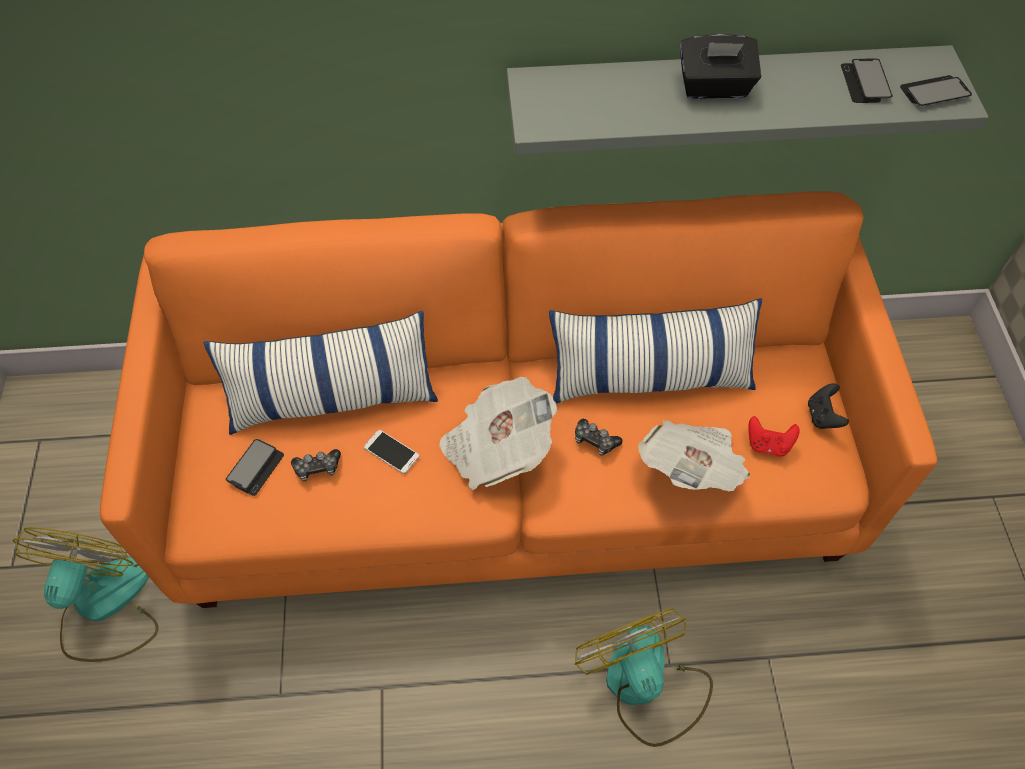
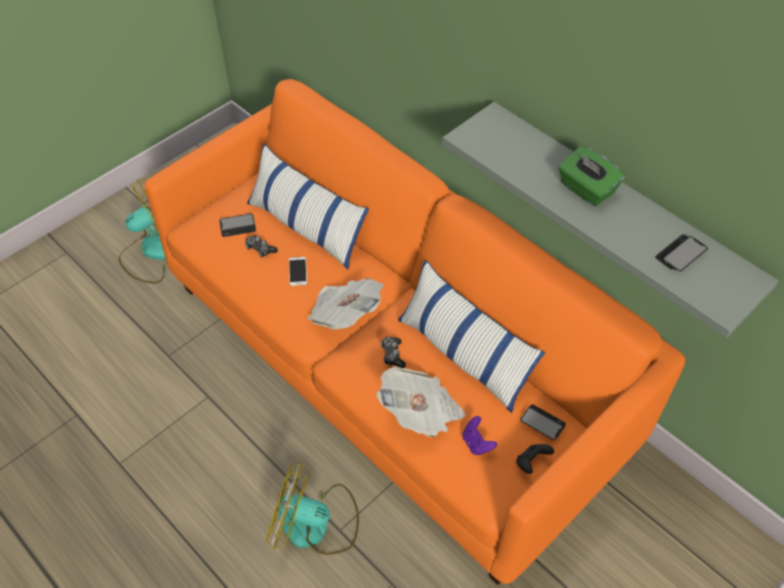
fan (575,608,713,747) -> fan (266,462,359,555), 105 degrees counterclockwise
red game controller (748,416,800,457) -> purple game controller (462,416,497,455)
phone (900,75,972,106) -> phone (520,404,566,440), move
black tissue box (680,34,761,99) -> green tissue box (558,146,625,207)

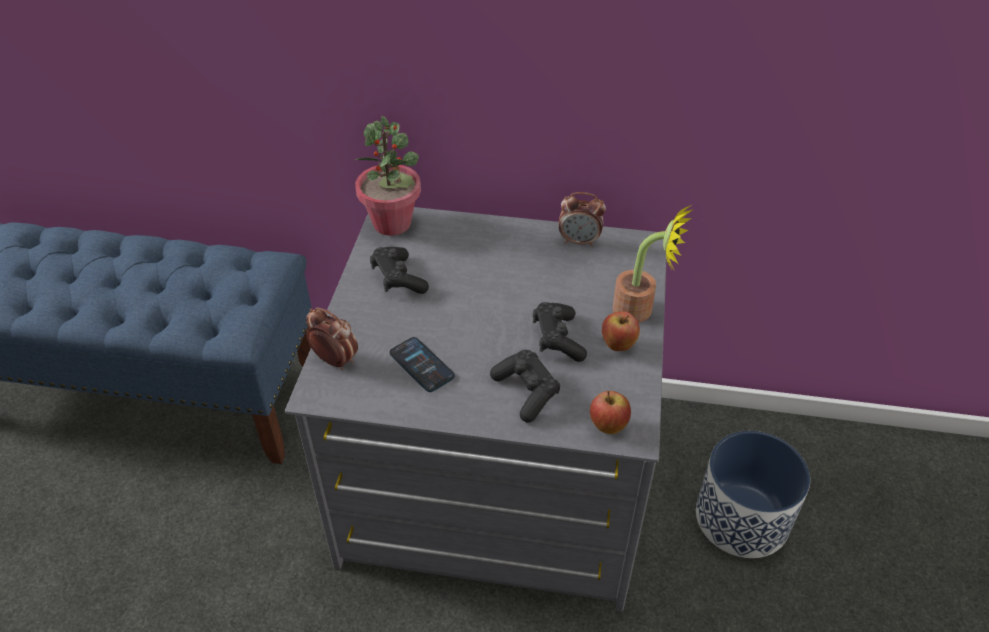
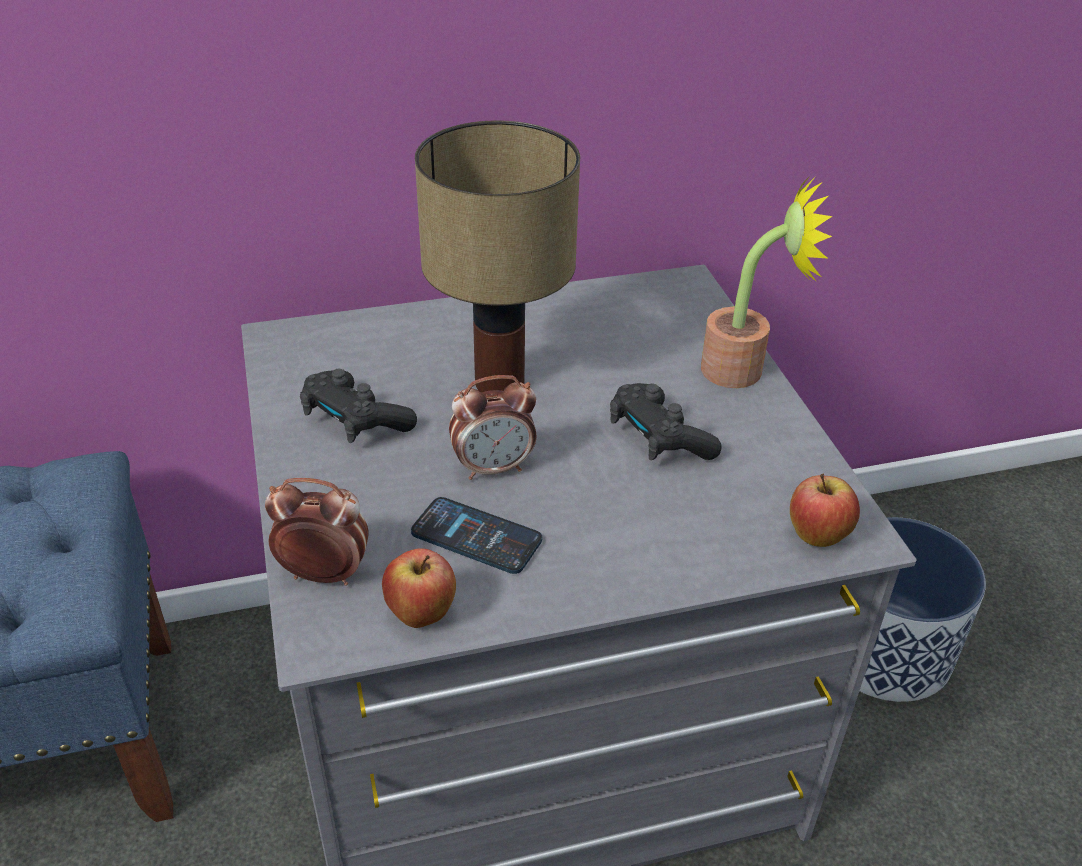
apple (602,311,640,351) -> apple (382,548,456,628), move
none -> table lamp (415,120,580,393)
alarm clock (559,192,606,247) -> alarm clock (449,375,536,480), move
potted plant (355,116,421,236) -> none
black game controller (490,350,560,423) -> none

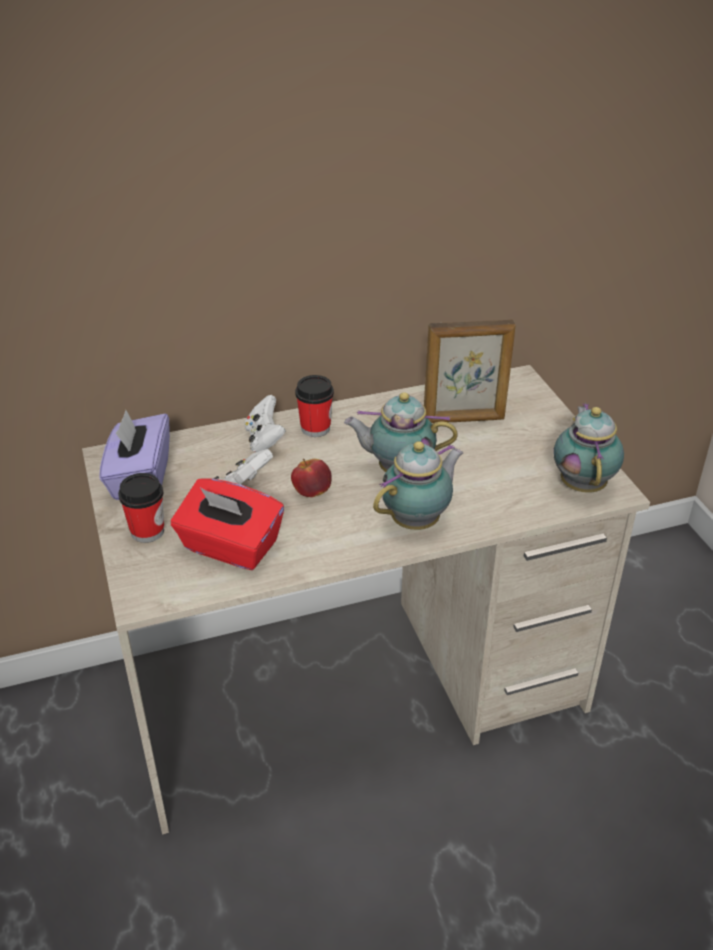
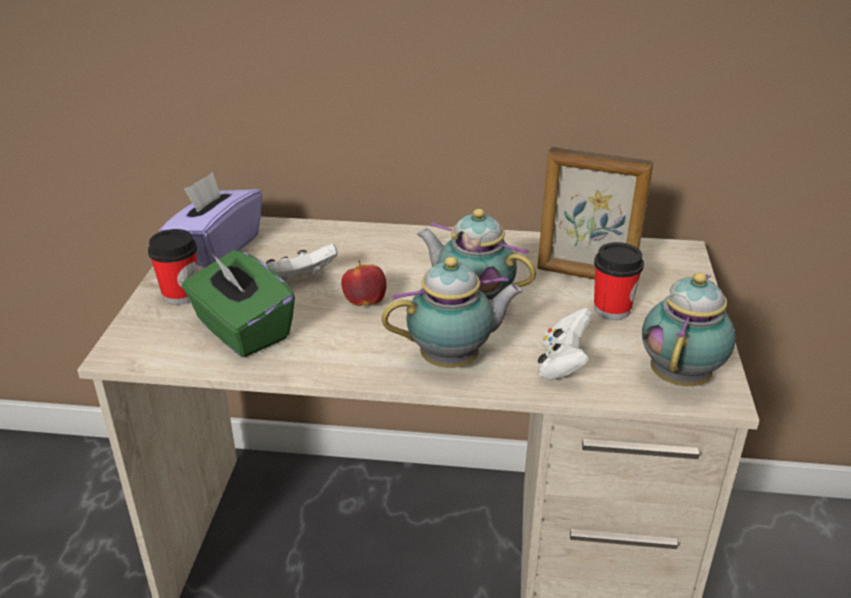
red tissue box (171,479,284,570) -> green tissue box (182,250,295,357)
white game controller (245,395,286,452) -> white game controller (538,308,592,380), move
cup (295,375,334,437) -> cup (594,242,644,320), move

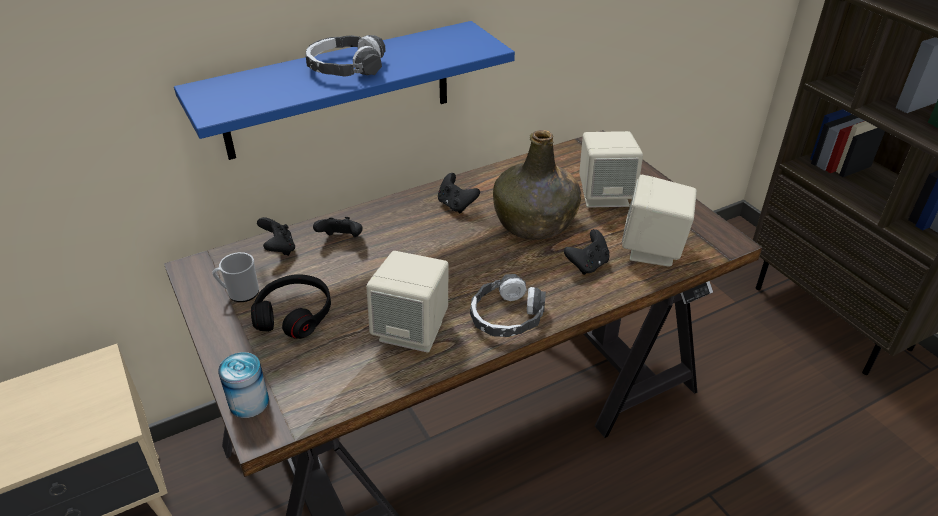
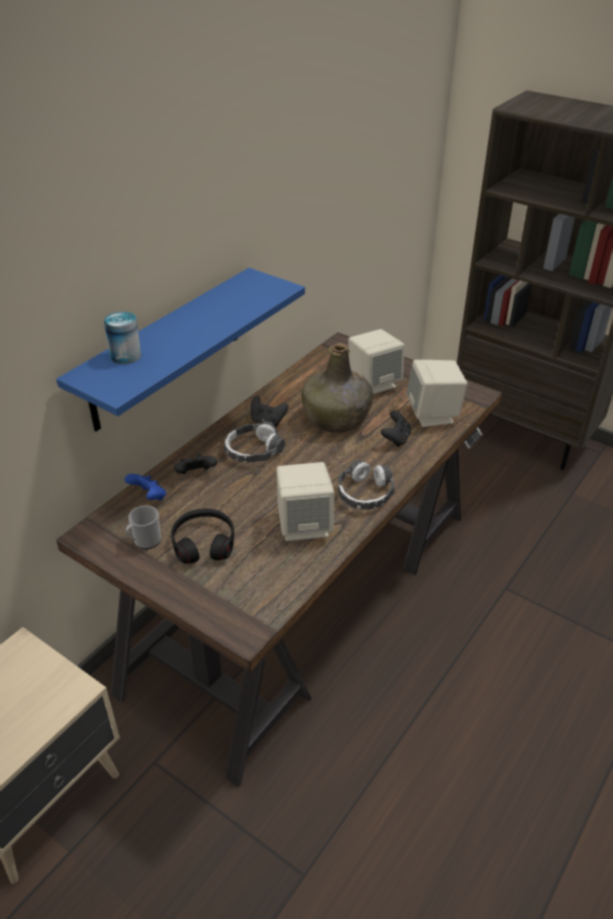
can (218,352,269,418) -> can (104,311,142,364), move
black game controller (257,217,295,256) -> blue game controller (124,474,166,501)
headphones (306,35,386,77) -> headphones (224,421,285,462), move

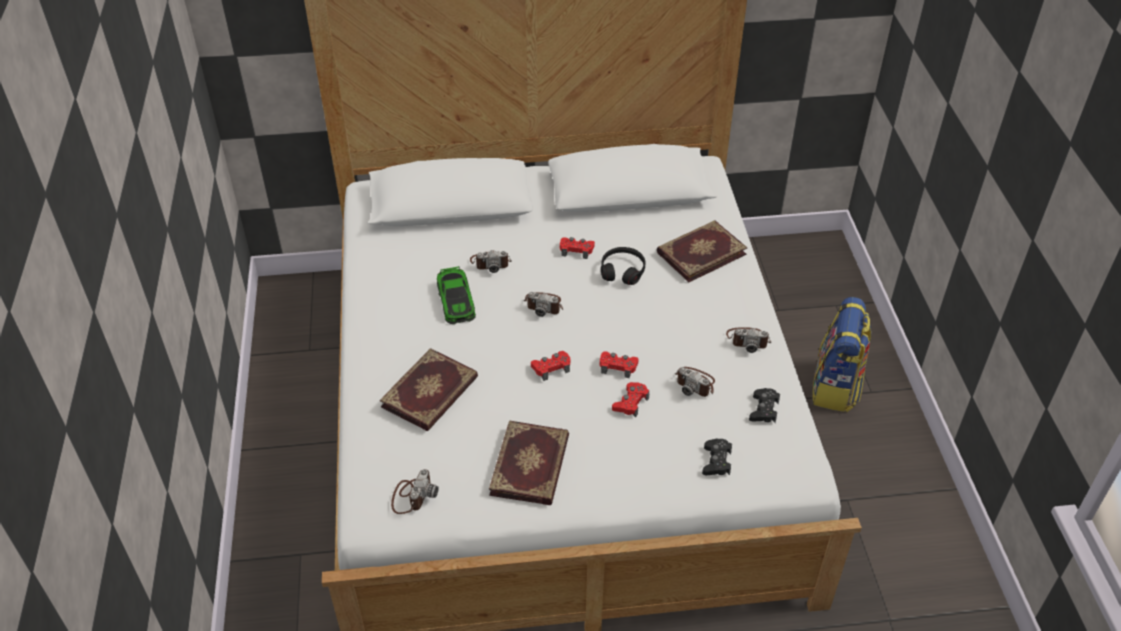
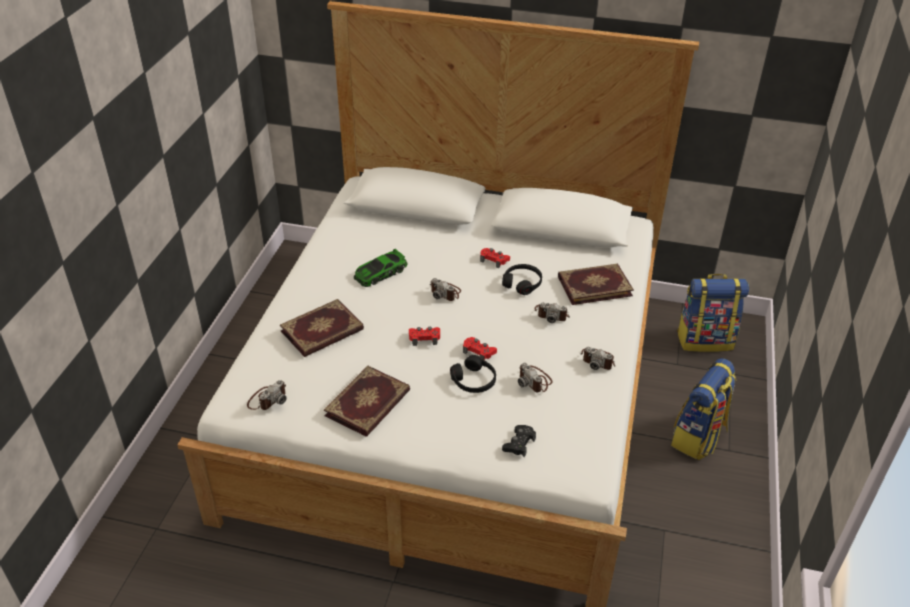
toy car (437,267,476,324) -> toy car (354,249,408,287), 45 degrees clockwise
red game controller (612,382,649,418) -> black headphones (450,355,496,393)
photo camera (470,250,512,273) -> photo camera (535,302,570,323), move
none -> backpack (677,274,749,352)
black game controller (749,388,780,423) -> none

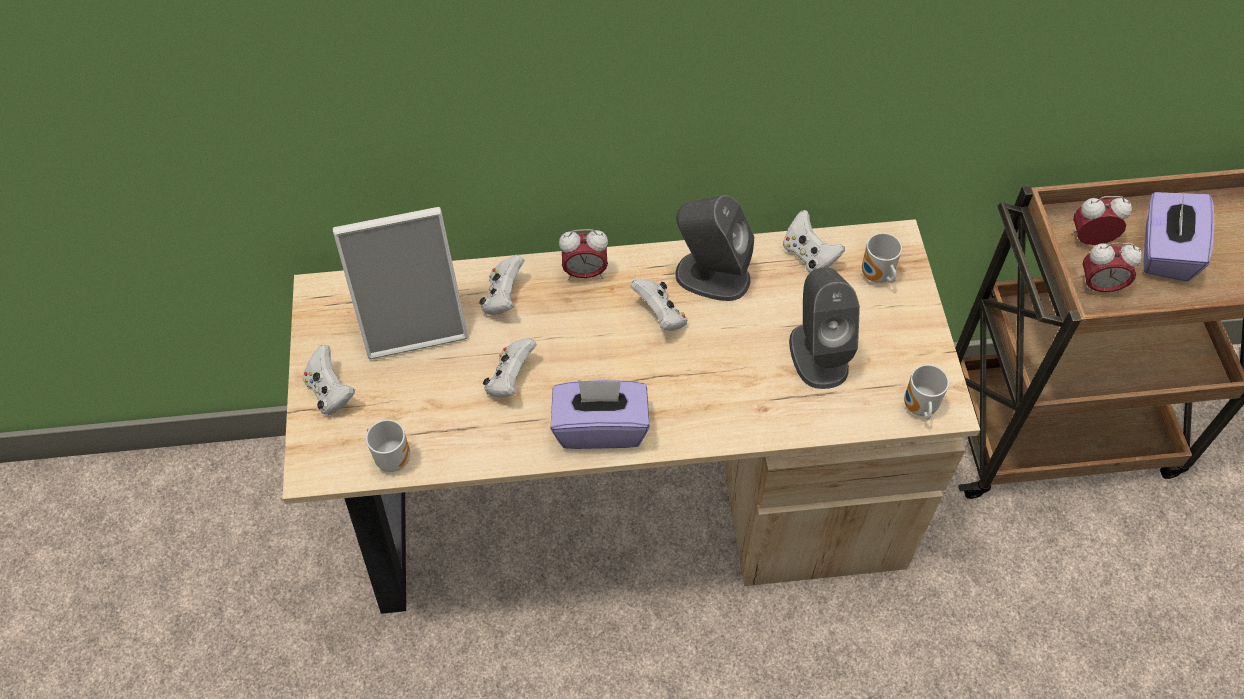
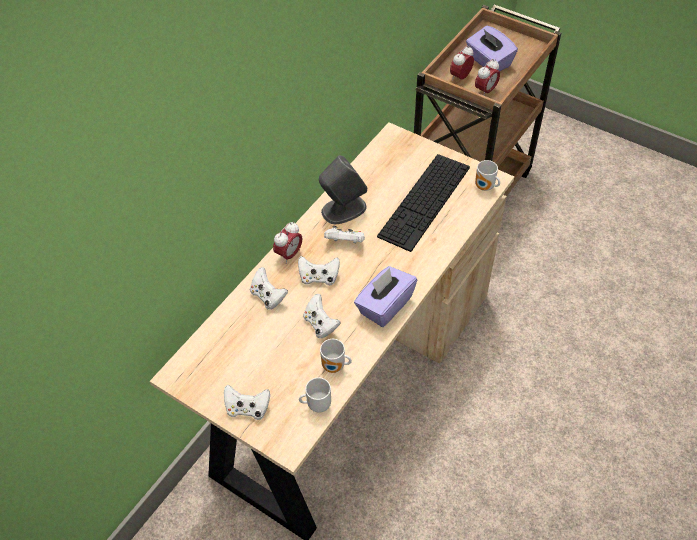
white game controller (783,210,845,273) -> white game controller (298,256,340,286), move
mug (862,233,902,283) -> mug (320,339,352,373), move
grey speaker (789,268,860,389) -> keyboard (377,154,470,252)
picture frame (333,207,468,359) -> none

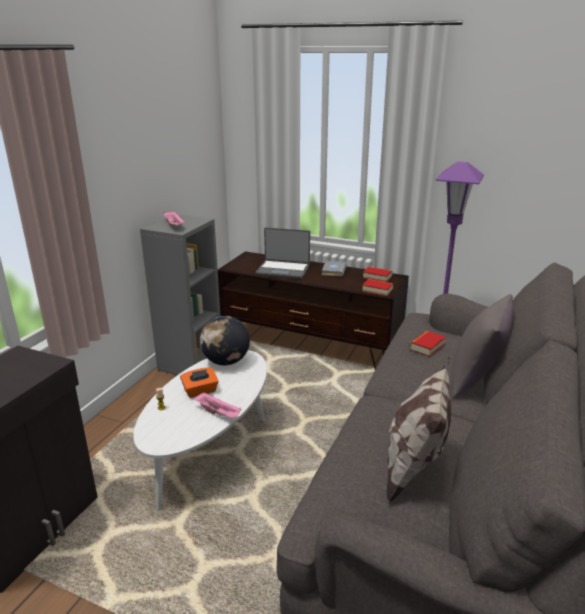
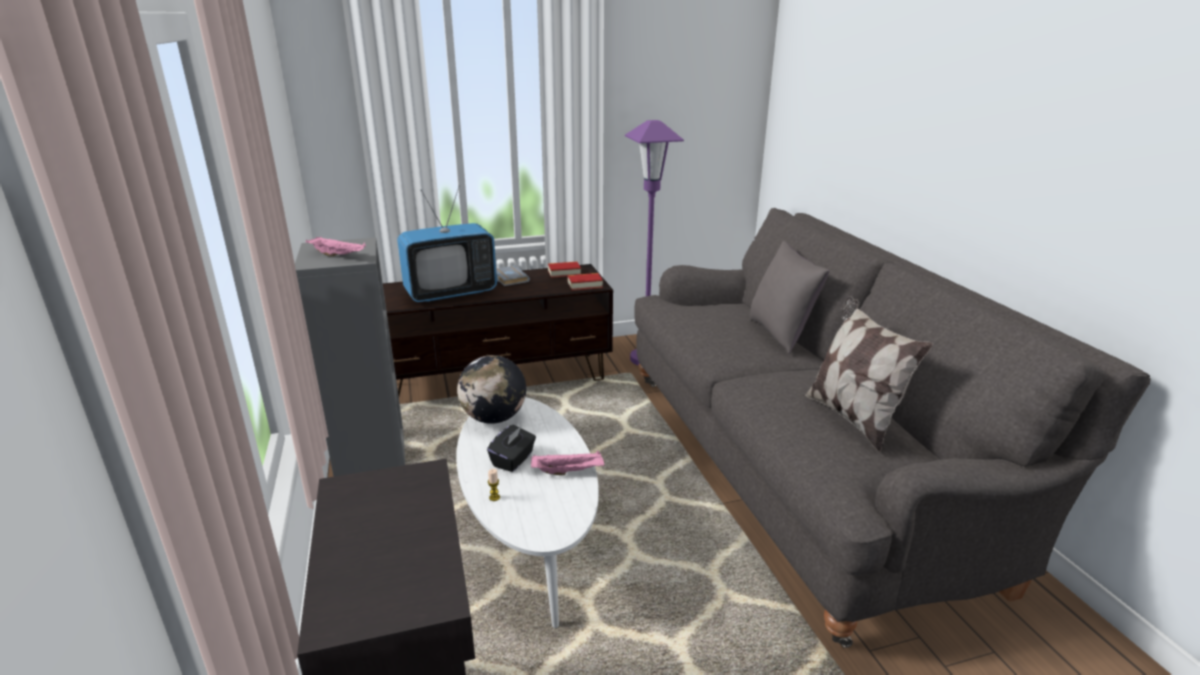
laptop (255,227,310,279) -> television (397,186,497,302)
orange tissue box (180,368,219,398) -> black tissue box (487,425,536,472)
book (409,331,446,357) -> none

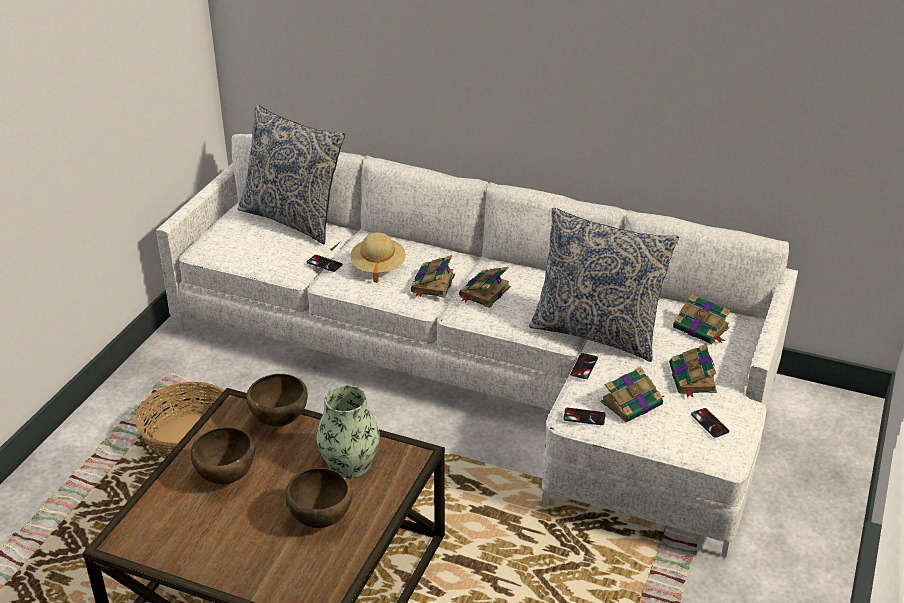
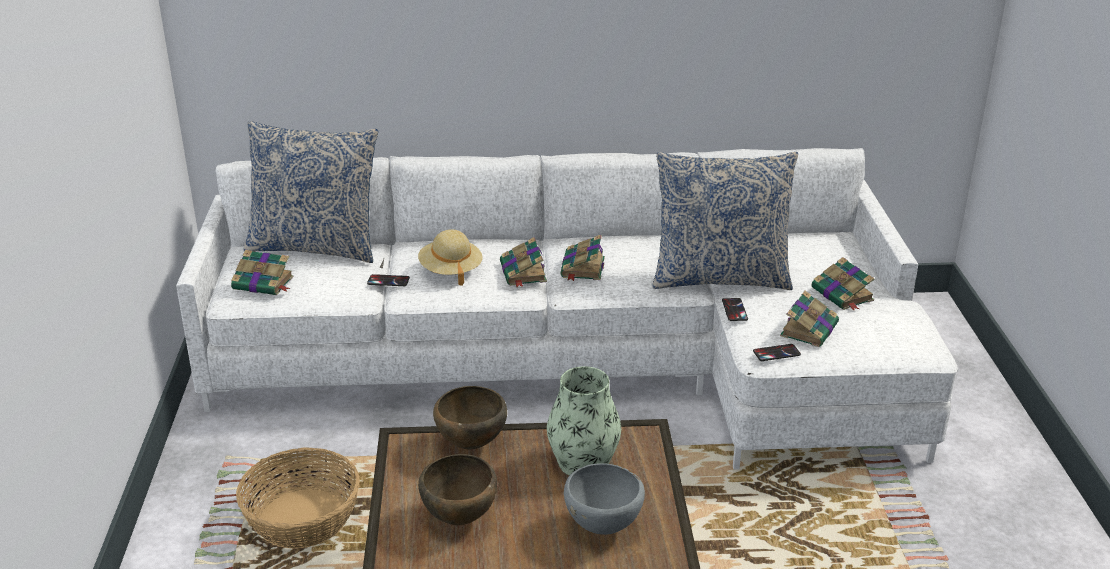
book (673,294,731,344) -> book (231,250,294,295), move
brown bowl (285,468,353,528) -> grey bowl (564,463,645,535)
phone (691,408,730,438) -> none

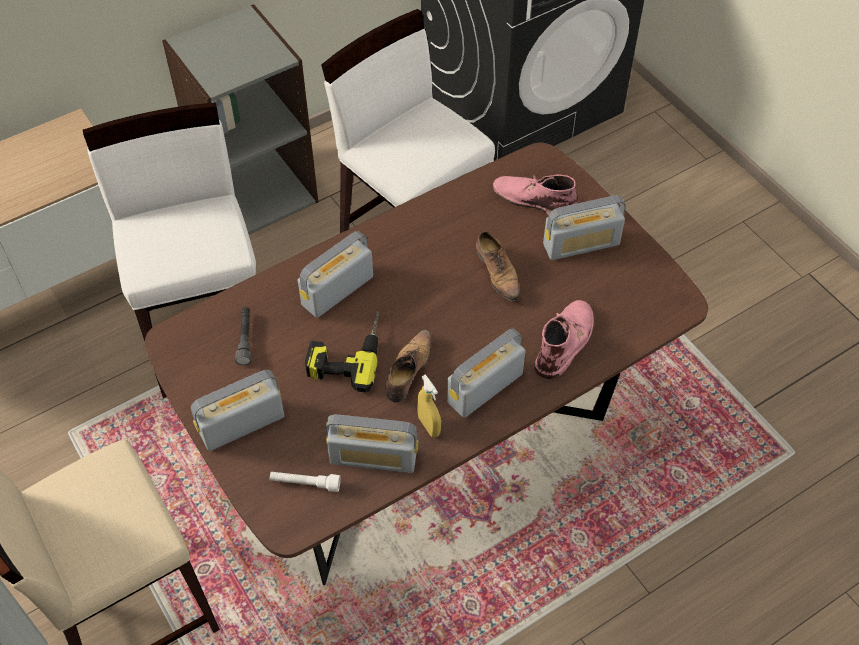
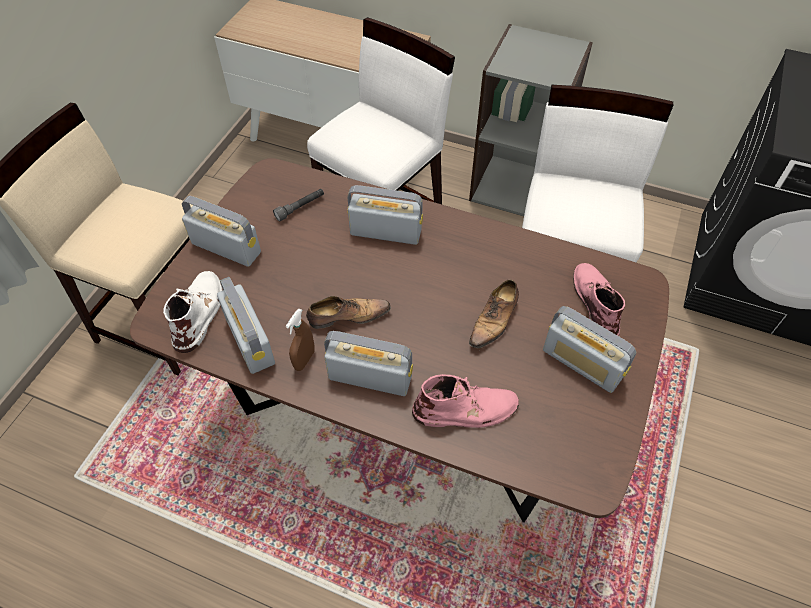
white flashlight (270,472,341,492) -> white boot (163,271,222,353)
yellow spray bottle (417,375,441,437) -> brown spray bottle (286,309,315,371)
power drill (305,311,379,393) -> none

